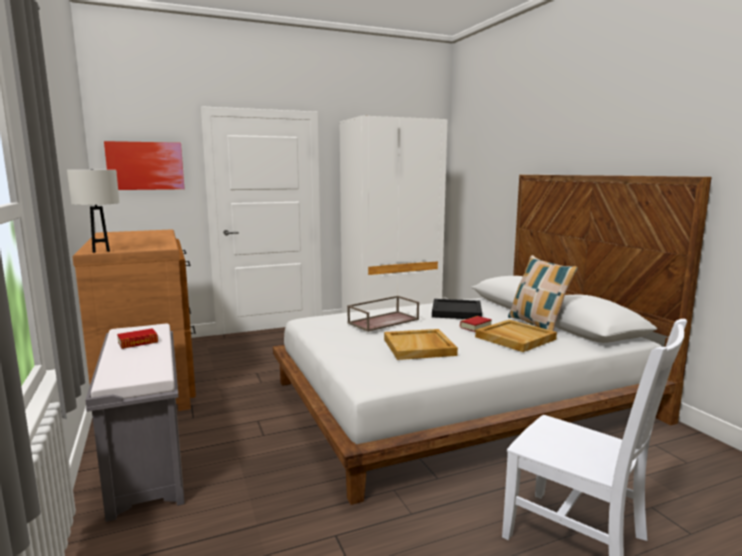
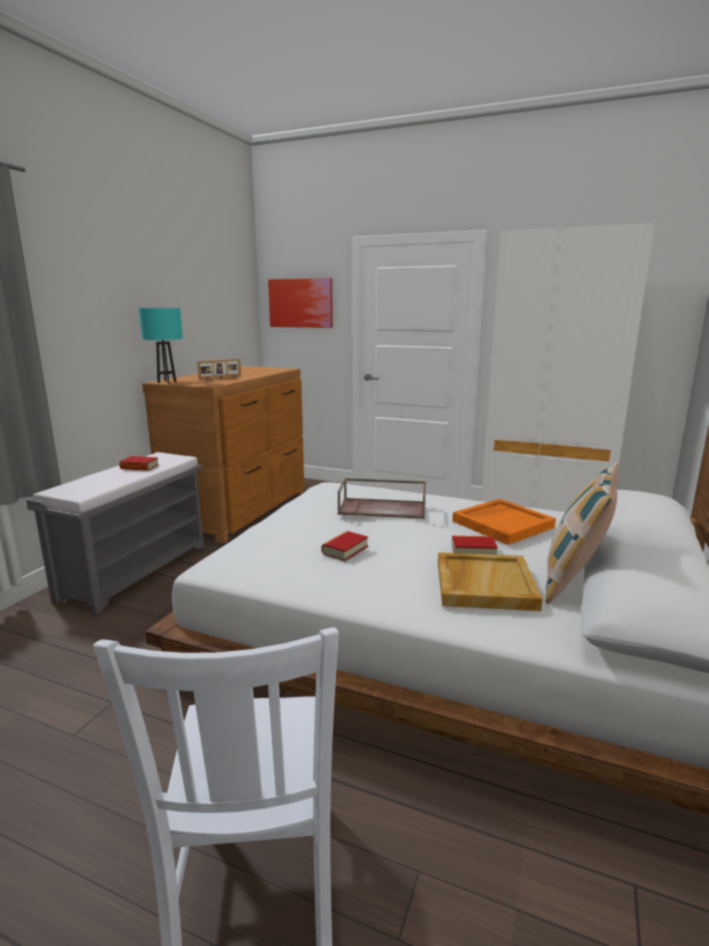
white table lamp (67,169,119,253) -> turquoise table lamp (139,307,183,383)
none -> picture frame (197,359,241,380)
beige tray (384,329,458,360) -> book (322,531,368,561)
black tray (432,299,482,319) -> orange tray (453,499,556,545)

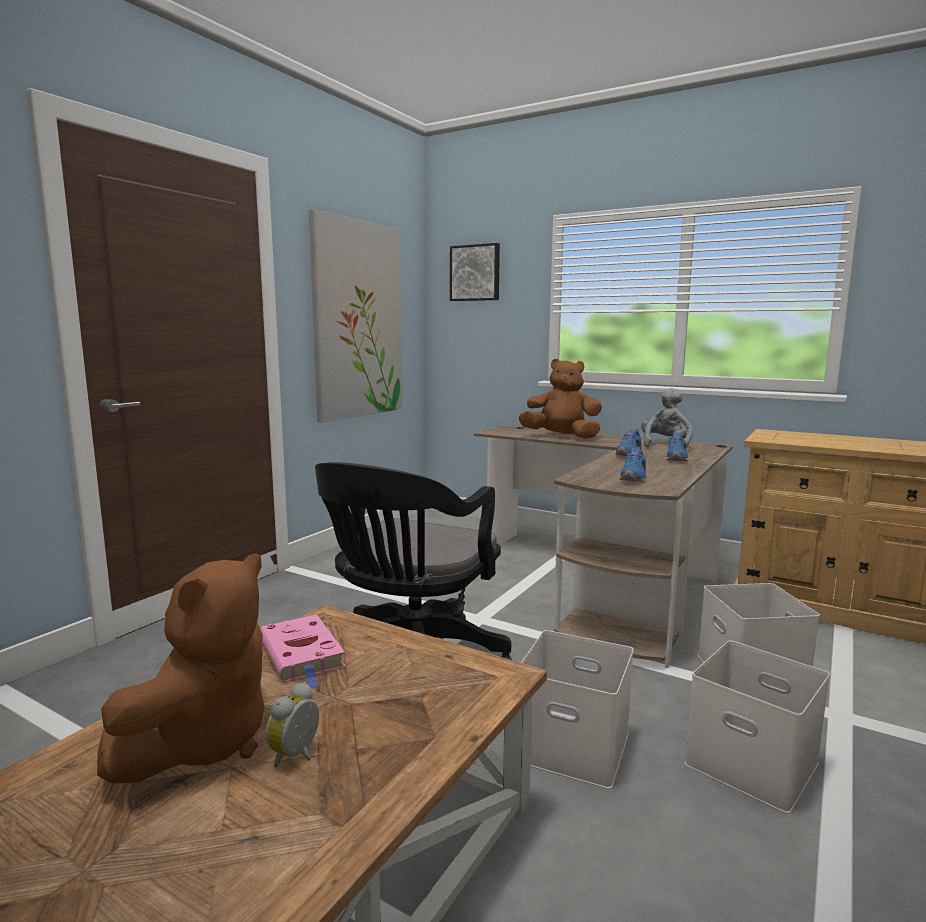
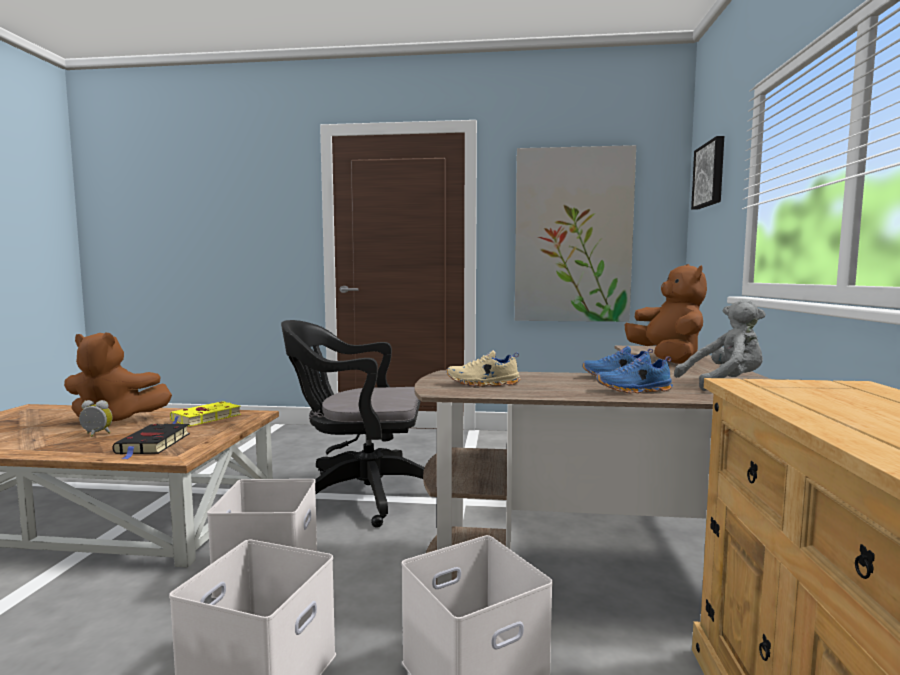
none -> black book (113,424,190,459)
pink book (260,615,345,688) -> yellow book (170,401,241,426)
blue shoe (620,447,646,482) -> beige shoe (447,350,521,387)

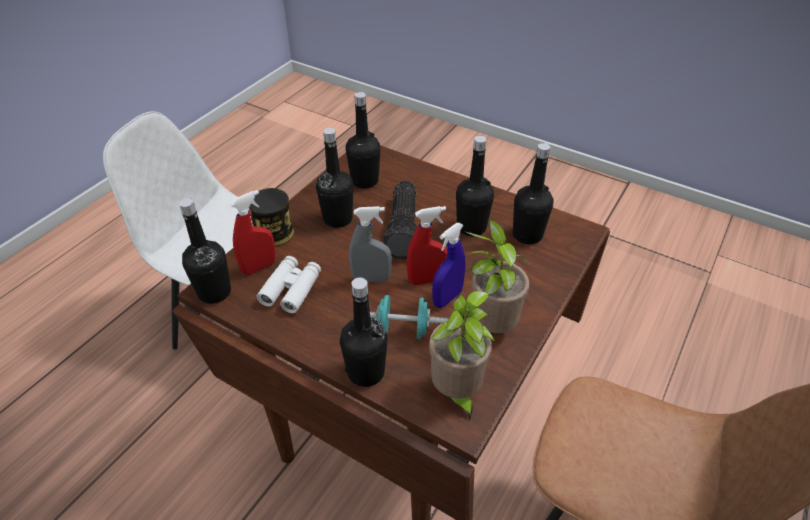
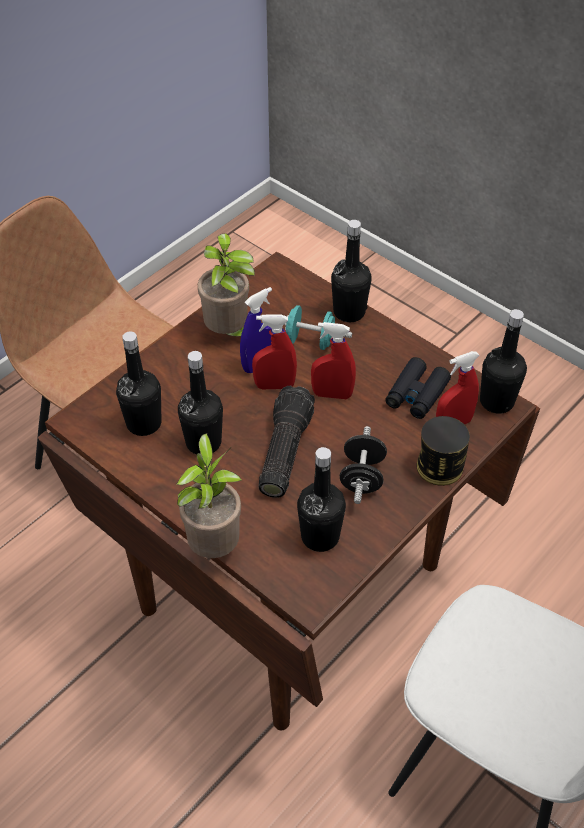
potted plant (429,291,495,421) -> potted plant (177,434,242,558), move
grey spray bottle (349,206,392,282) -> red spray bottle (311,322,356,399)
black bottle (316,128,353,228) -> black dumbbell (340,426,387,504)
white binoculars (257,256,321,313) -> black binoculars (385,357,451,419)

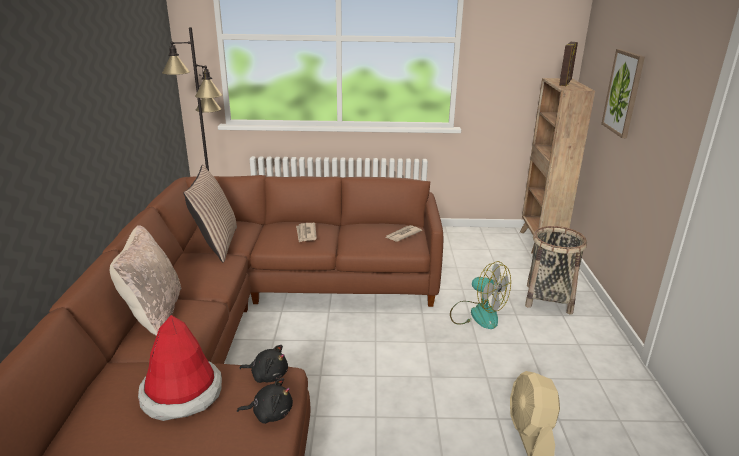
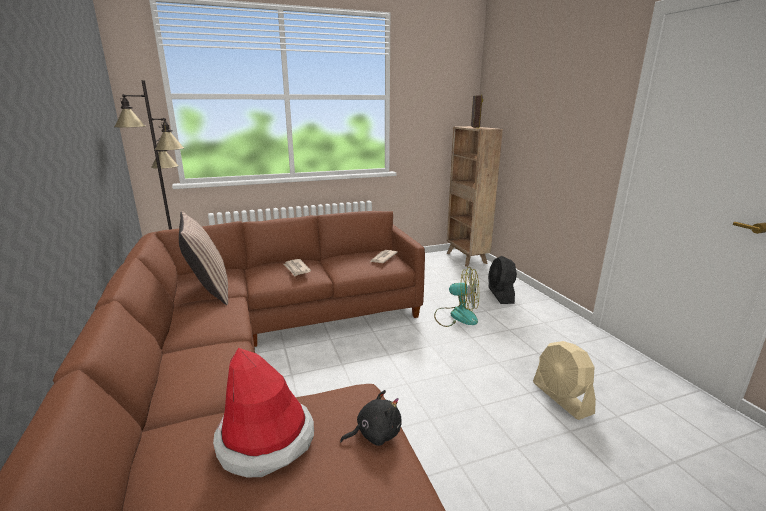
basket (525,226,587,315) -> black fan (488,256,517,304)
beige pillow (110,225,181,336) -> none
black plush toy (239,345,288,383) -> none
picture (601,49,645,138) -> none

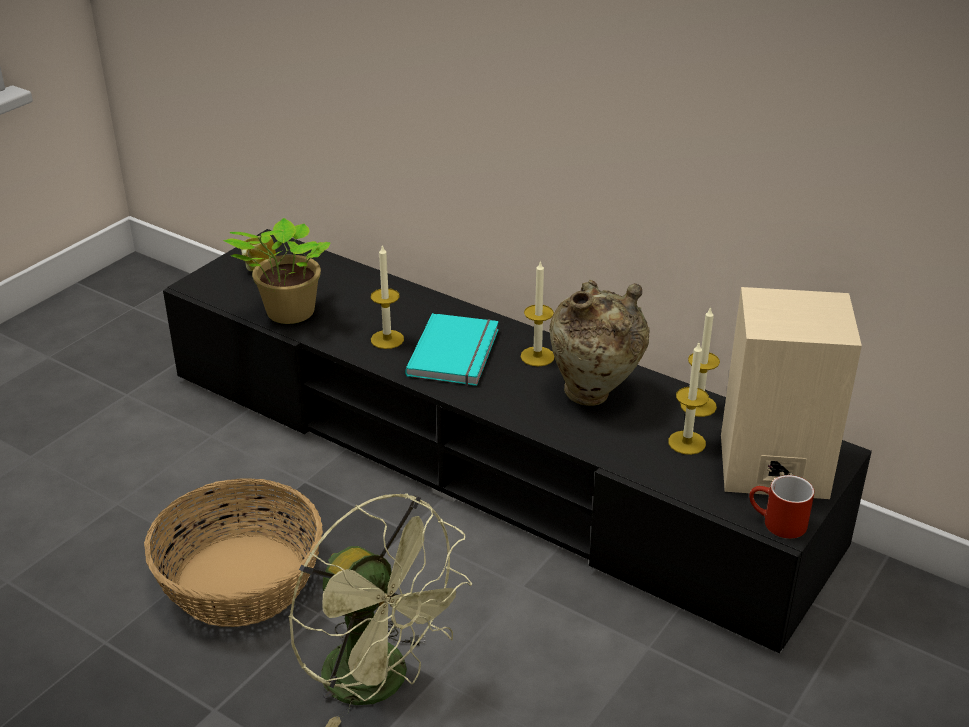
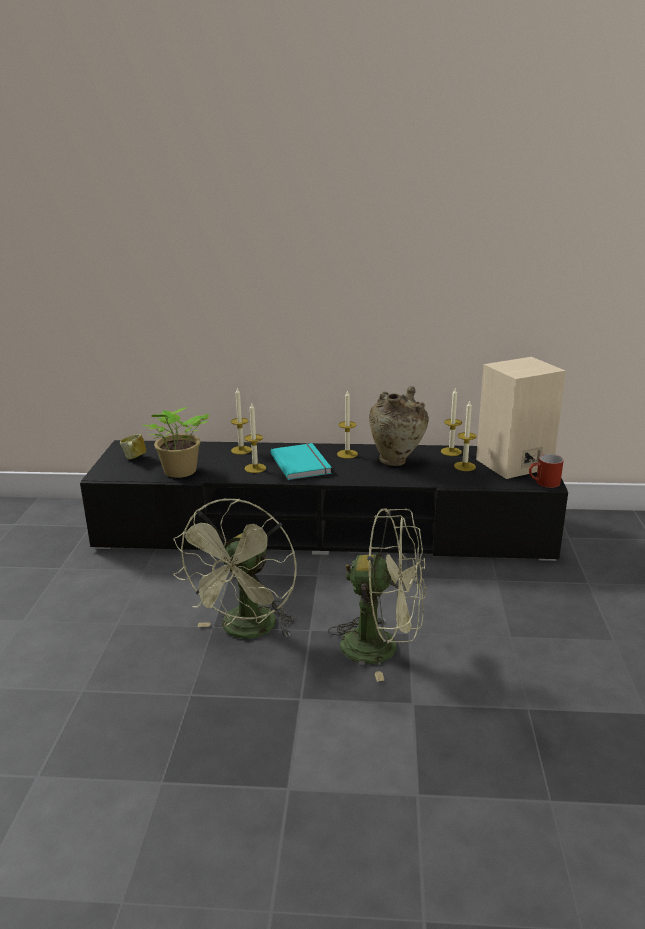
basket (144,478,323,627) -> green fan (173,498,296,639)
none -> candle (231,387,252,455)

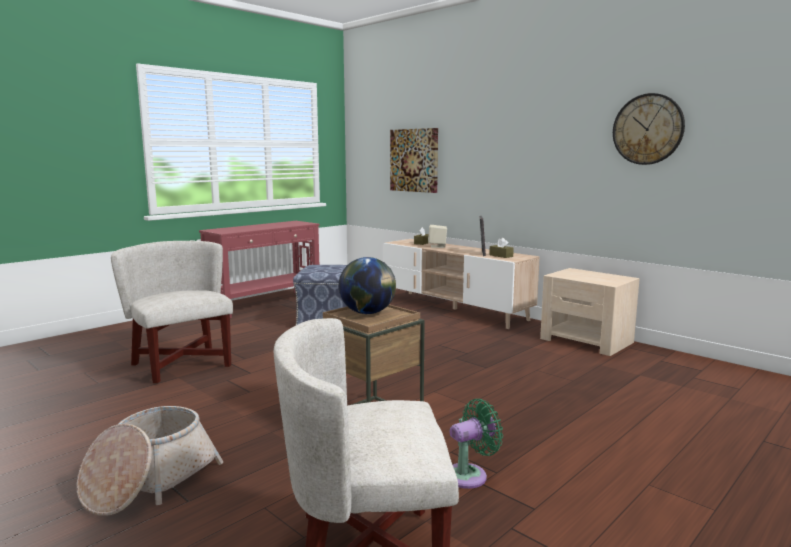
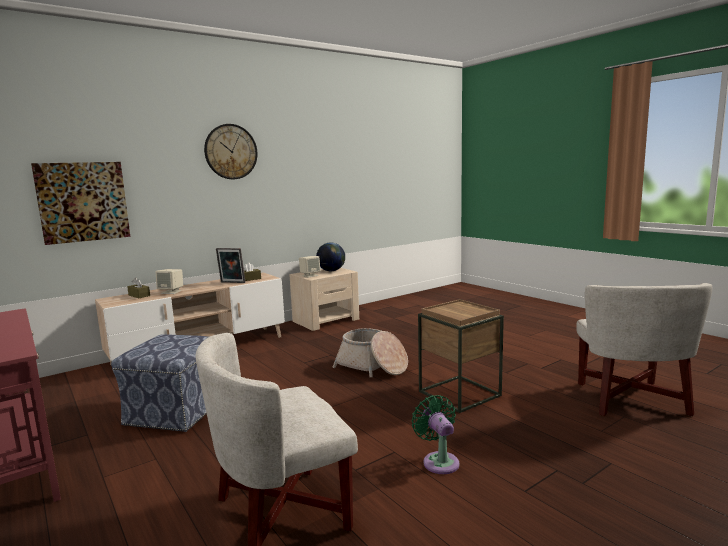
wall clock (613,93,685,165) -> wall clock (204,124,258,179), move
none -> beige speaker (299,256,321,278)
globe (339,257,396,314) -> globe (316,242,345,271), move
basket (77,406,223,516) -> basket (333,328,408,377), move
green fan (450,399,503,489) -> green fan (412,395,459,474), move

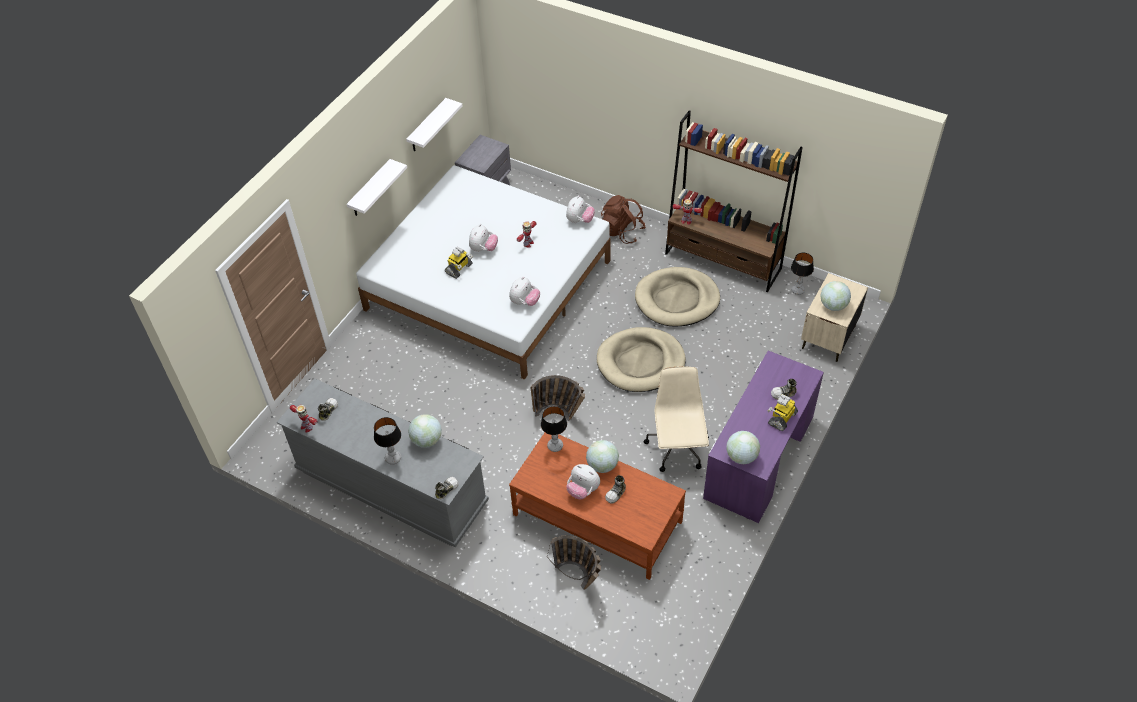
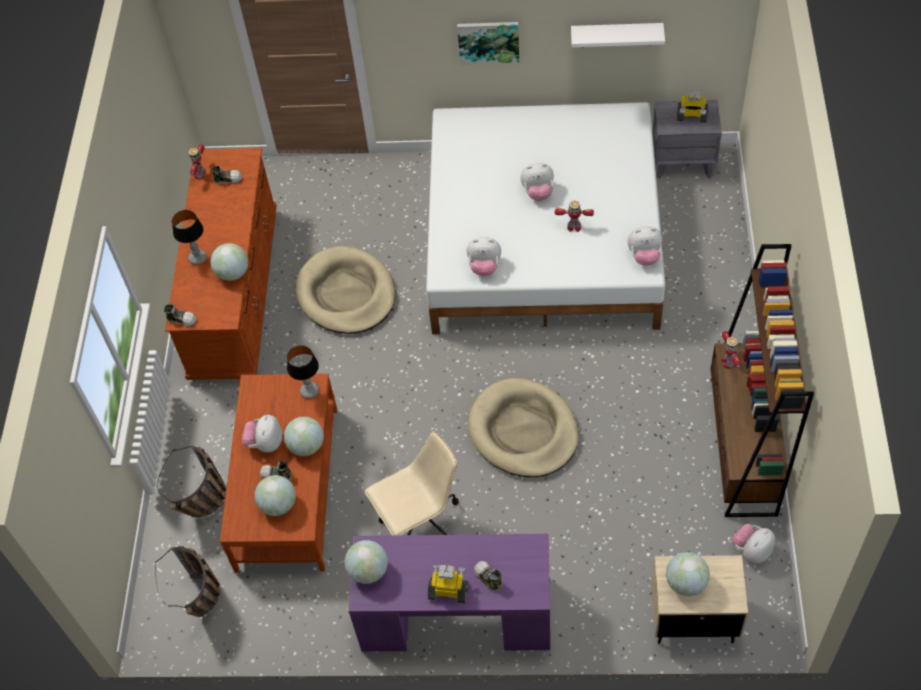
basket (530,375,585,421) -> basket (155,546,221,617), move
grey dresser (277,378,489,547) -> brown dresser (165,148,277,380)
none -> globe (255,475,296,516)
beige dog bed (635,267,720,326) -> beige dog bed (295,246,395,334), move
white shelf (347,159,407,216) -> picture (457,22,519,65)
toy robot (445,247,473,279) -> toy robot (677,90,708,123), move
table lamp (791,252,814,295) -> plush toy (732,524,775,564)
brown backpack (601,195,646,244) -> none

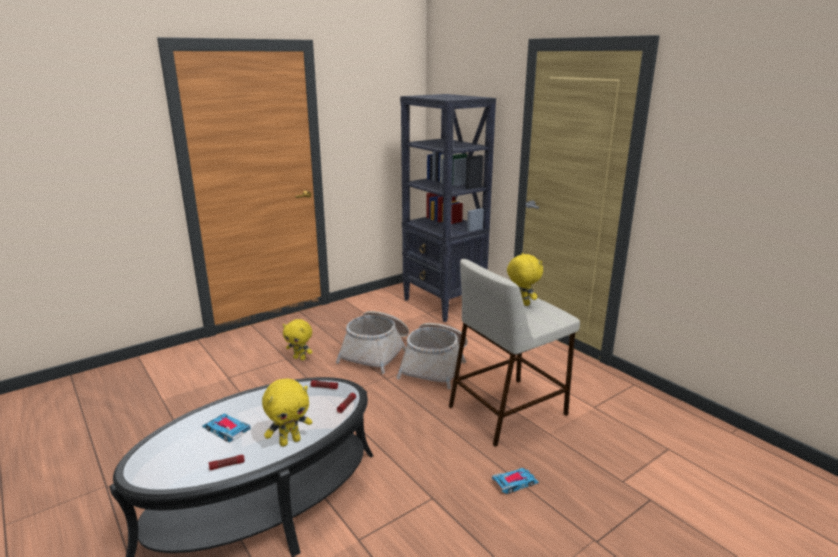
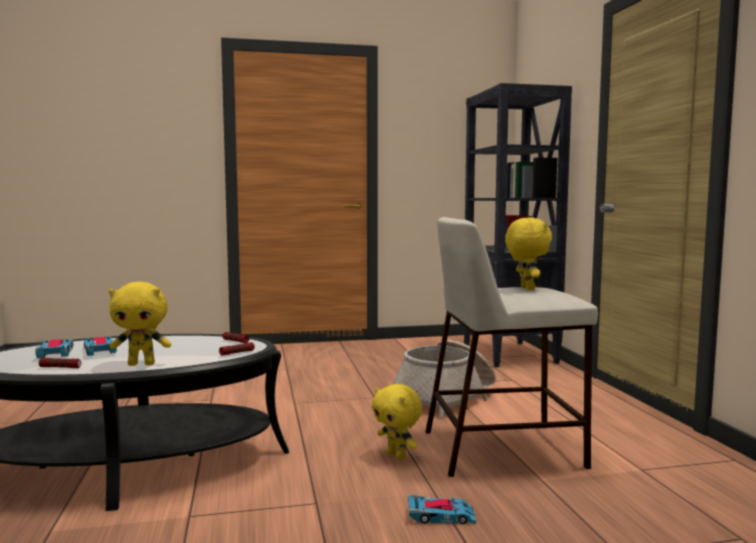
none -> toy car (35,339,74,359)
yellow plush toy (283,319,312,361) -> yellow plush toy (372,384,422,460), move
basket (336,311,409,374) -> none

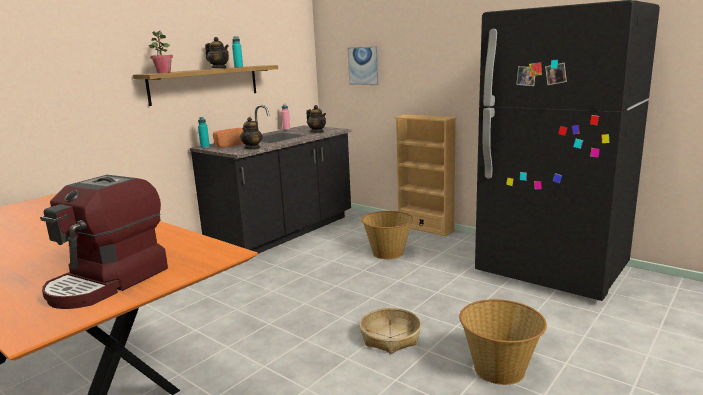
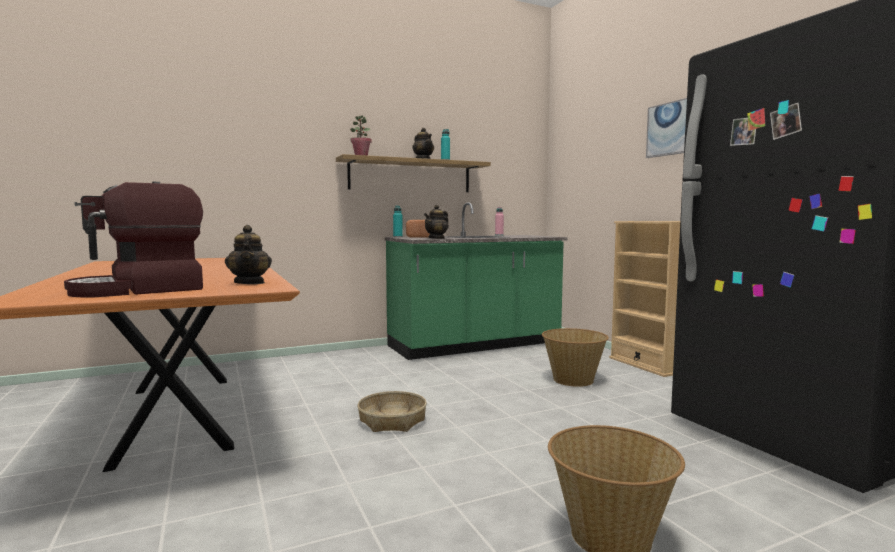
teapot (306,105,326,133) -> teapot (225,225,272,284), move
basket (359,308,421,354) -> basket (357,391,427,432), move
black counter (190,105,351,254) -> green counter (385,202,567,360)
picture (348,46,380,85) -> picture (646,98,687,158), move

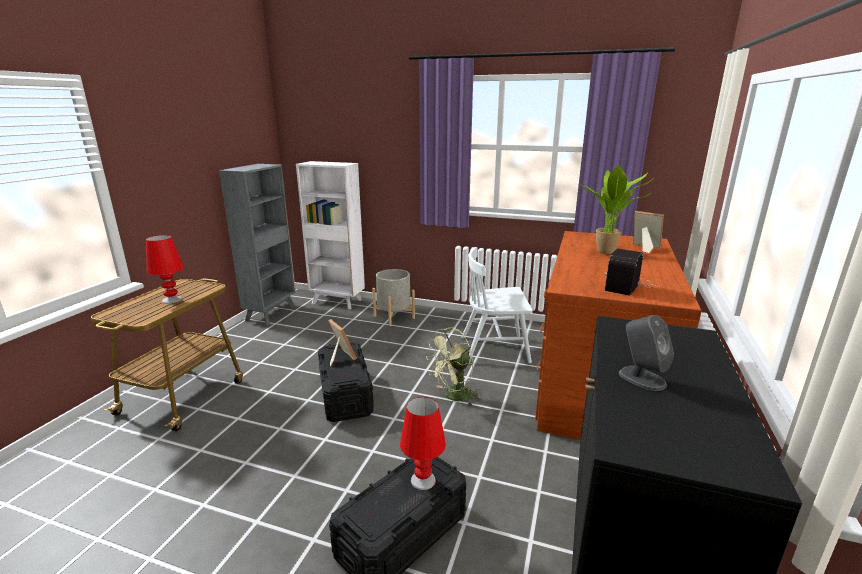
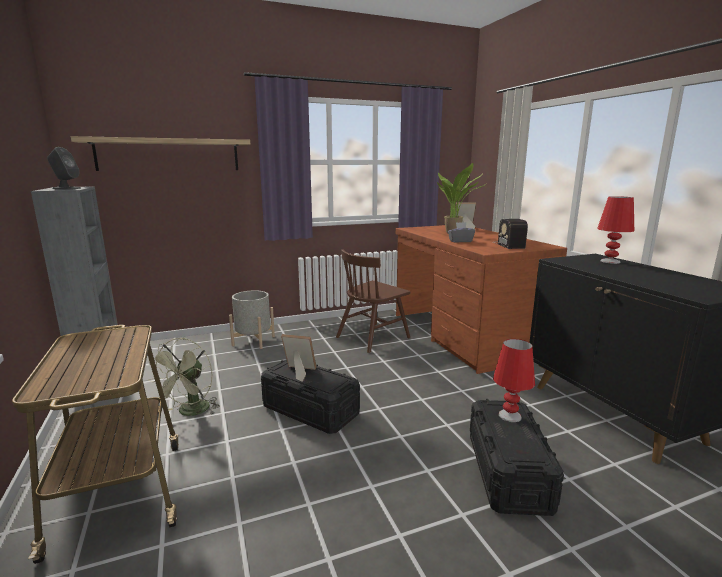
grey speaker (619,315,674,391) -> grey speaker (47,147,81,189), move
none -> shelf (71,136,250,171)
green fan (426,327,481,406) -> green fan (148,338,220,416), move
white chair (462,247,533,363) -> brown chair (336,249,410,353)
none -> grey tissue box (448,222,475,242)
red table lamp (146,235,184,304) -> red table lamp (597,196,634,264), move
white bookcase (296,161,365,310) -> none

